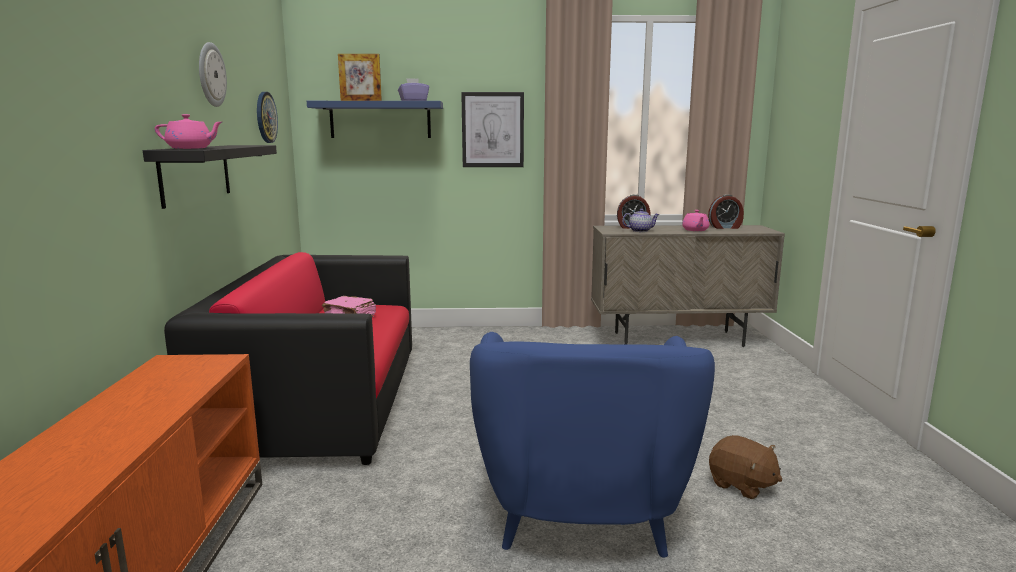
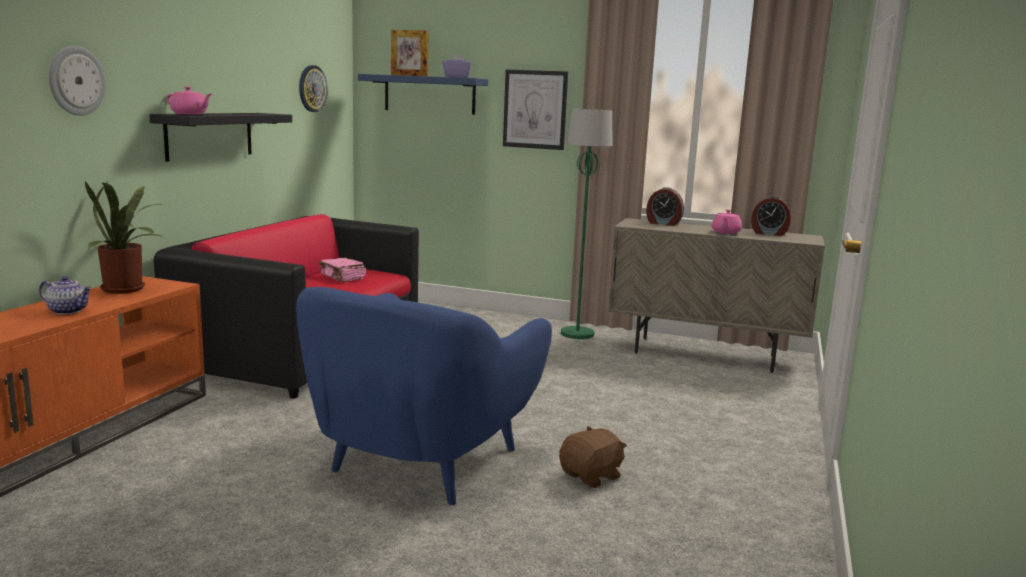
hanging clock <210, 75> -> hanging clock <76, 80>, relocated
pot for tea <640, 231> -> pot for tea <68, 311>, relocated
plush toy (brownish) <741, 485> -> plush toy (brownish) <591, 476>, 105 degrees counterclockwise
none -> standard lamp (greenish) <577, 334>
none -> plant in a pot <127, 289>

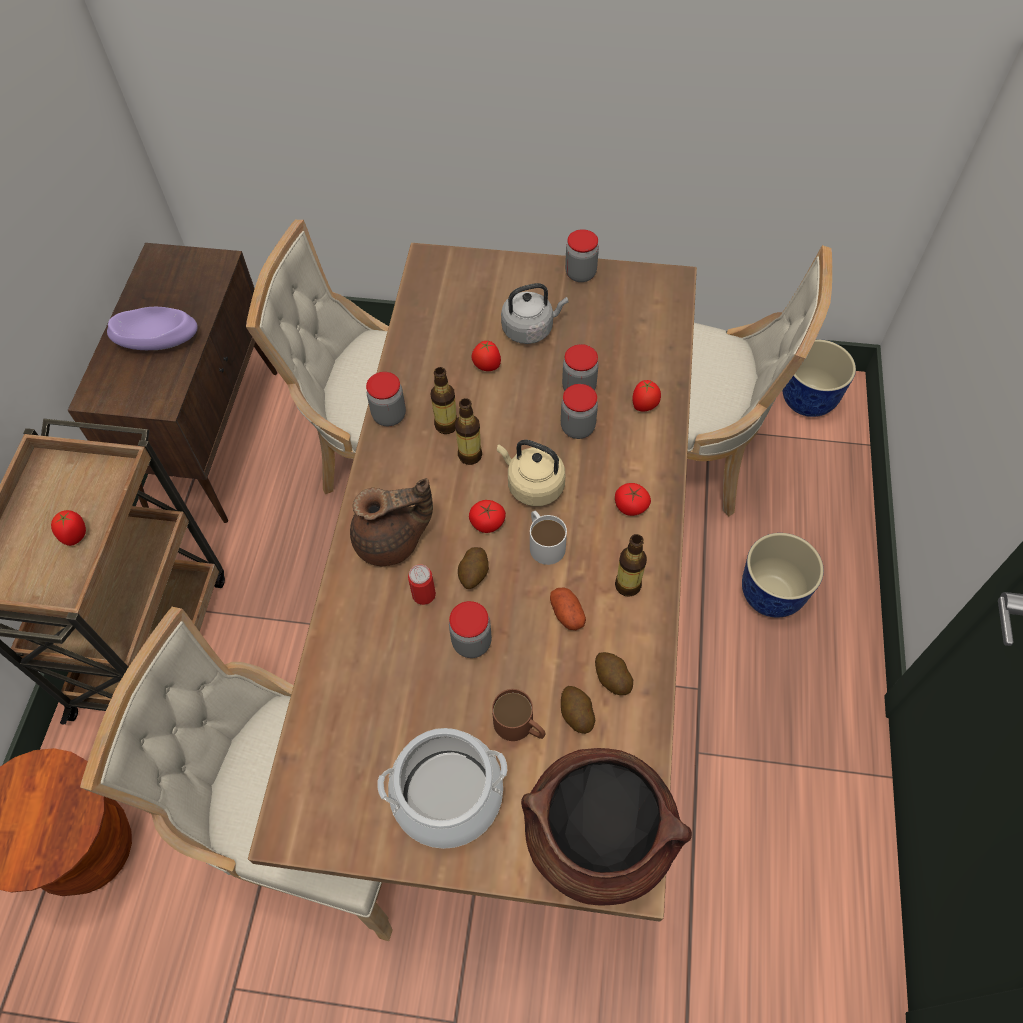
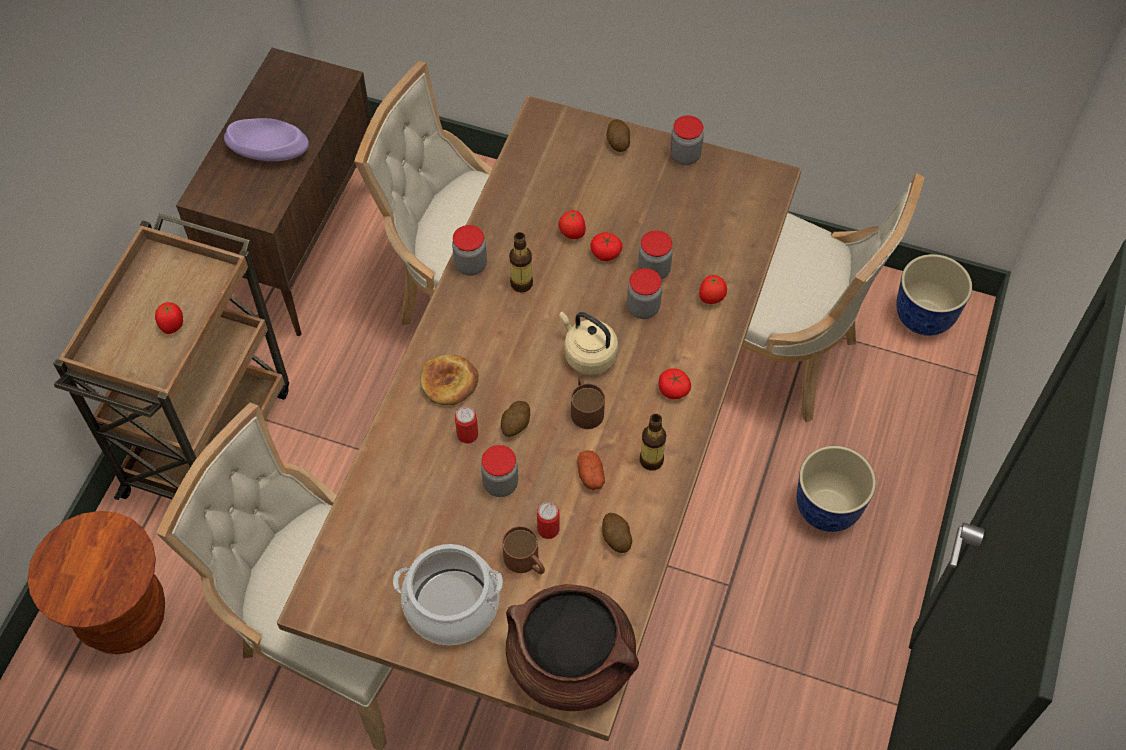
tea kettle (gray) <530, 329> -> none
drink bottle <470, 455> -> none
pot for tea (brownish) <391, 541> -> bakery bread <449, 382>
fresh tomato <487, 522> -> fresh tomato <605, 253>, relocated
tea mug (white) <544, 542> -> tea mug (brownish) <585, 408>
spud <576, 714> -> spud <618, 142>, relocated
none -> metal can <548, 529>

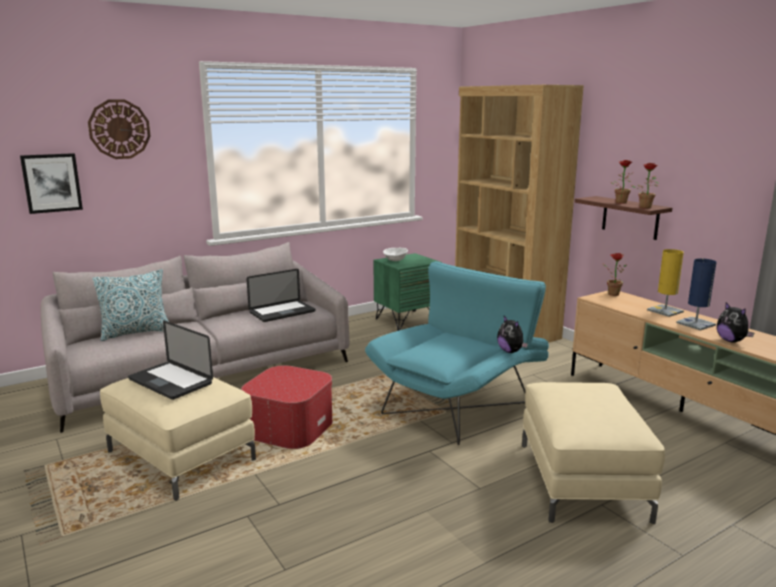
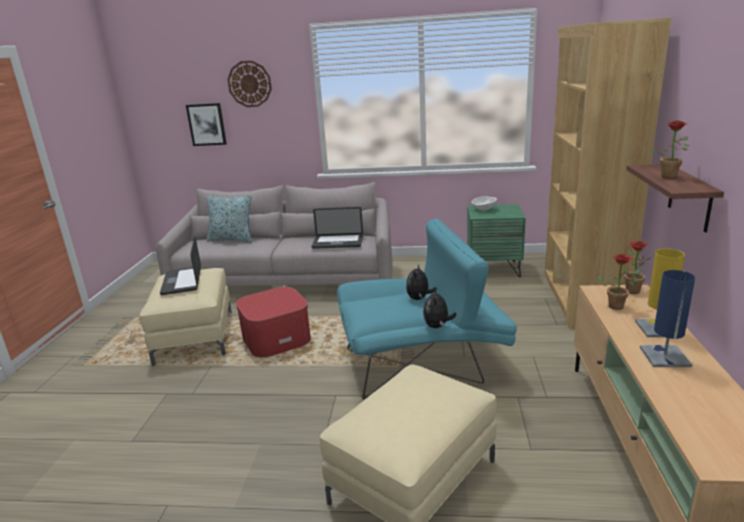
plant in a pot <645, 207> -> plant in a pot <618, 305>, relocated
plush toy <731, 341> -> plush toy <419, 298>, relocated

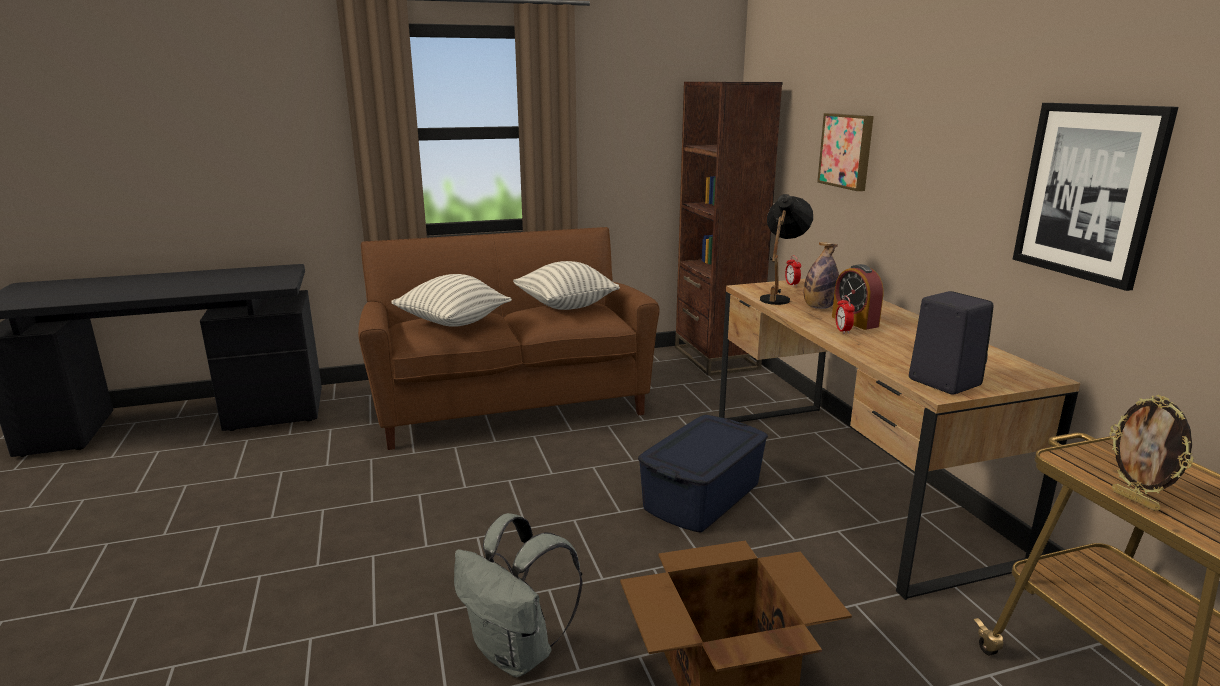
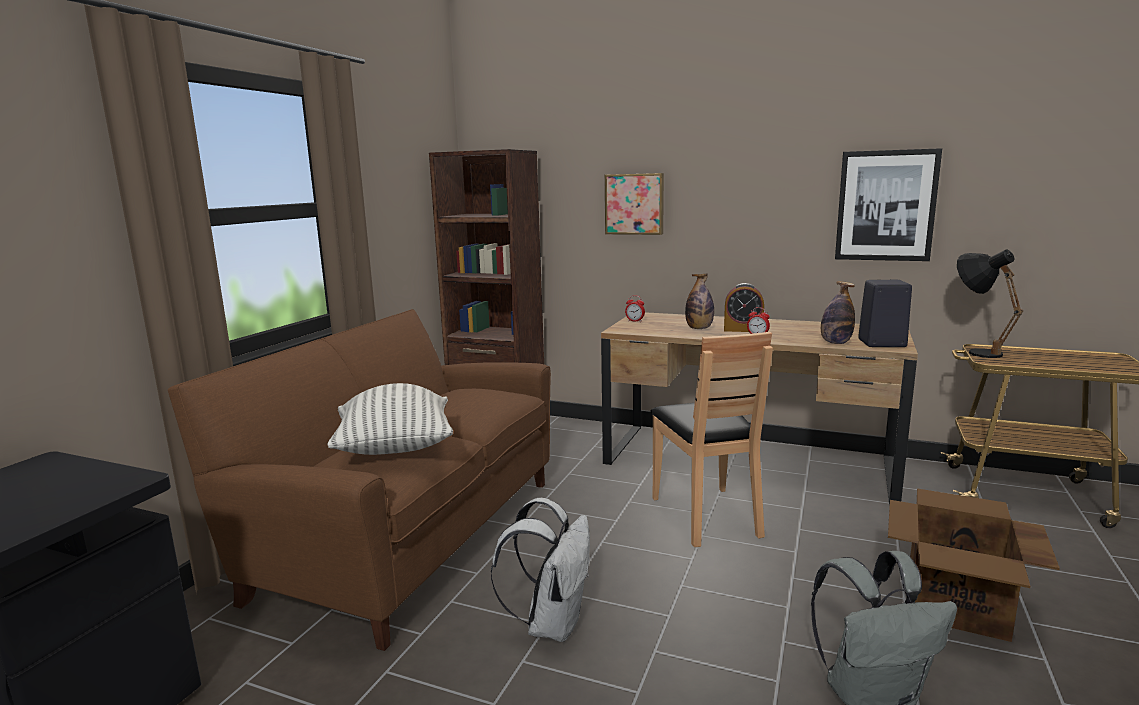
table lamp (black) <779, 297> -> table lamp (black) <976, 351>, relocated
throw pillow <566, 305> -> none
picture frame <1135, 500> -> none
storage container (blue-coloured) <701, 495> -> plain chair (brownish) <706, 515>
none -> drink bottle <835, 343>
none -> knapsack (white) <552, 623>

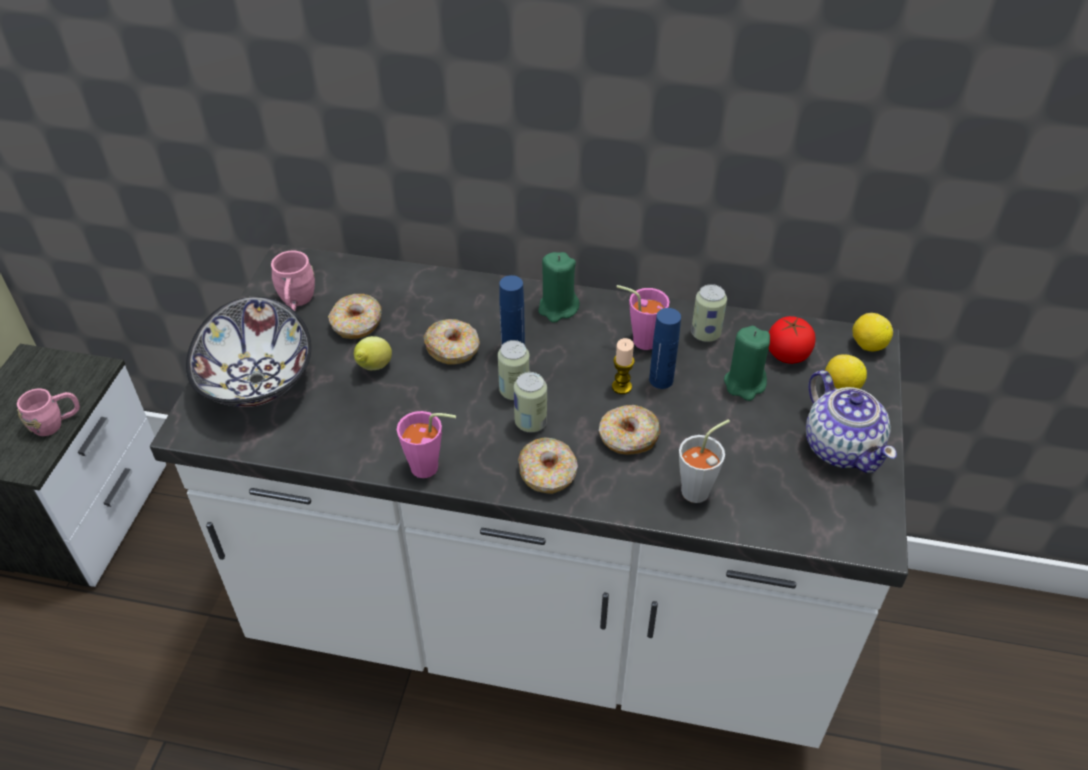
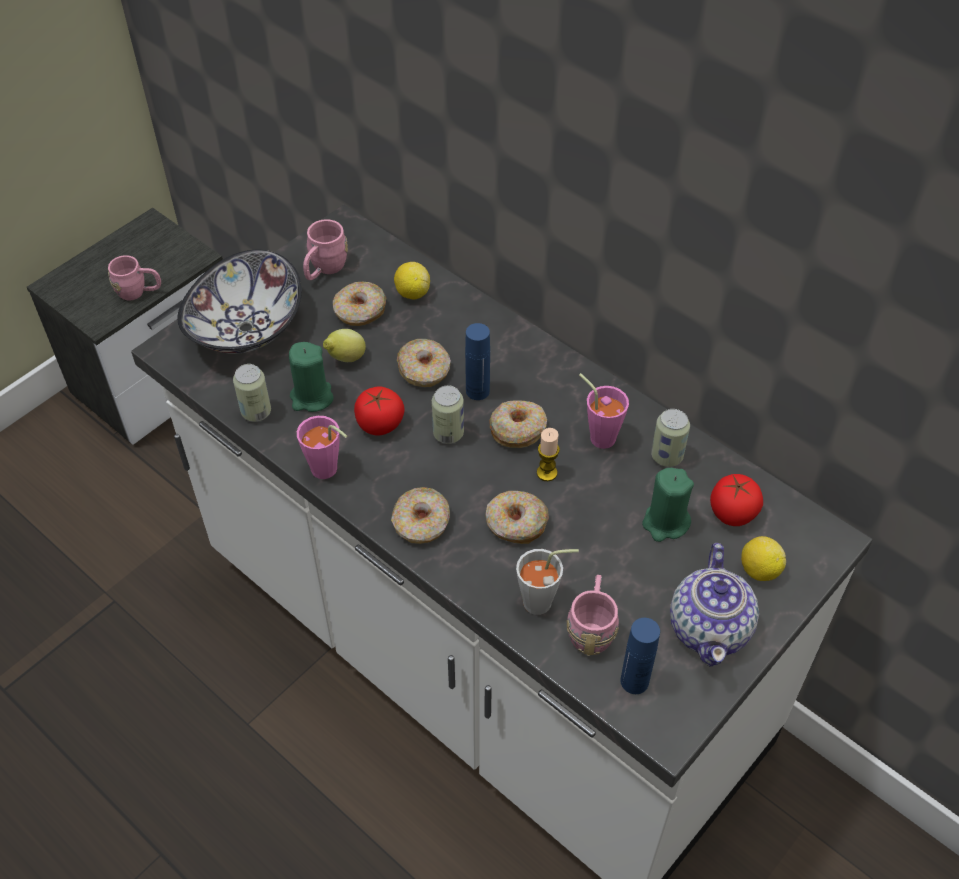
candle (greenish) <558, 308> -> candle (greenish) <311, 397>, relocated
drink bottle (blue-coloured) <661, 380> -> drink bottle (blue-coloured) <634, 681>, relocated
whole lemon <867, 345> -> whole lemon <412, 293>, relocated
metal can <530, 423> -> metal can <256, 412>, relocated
none -> fresh tomato <380, 424>
none -> ring doughnut <517, 429>
none -> tea mug (pink-coloured) <591, 627>

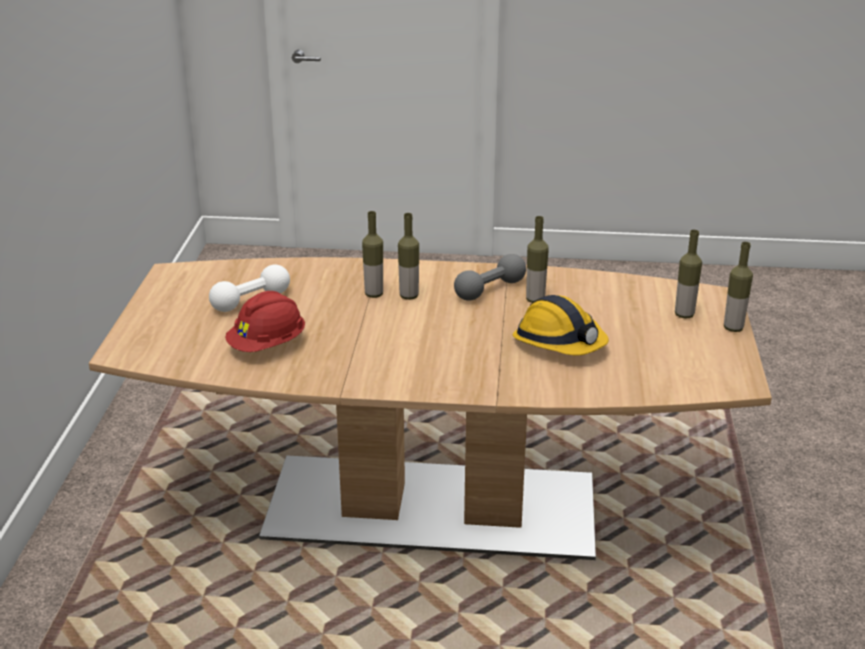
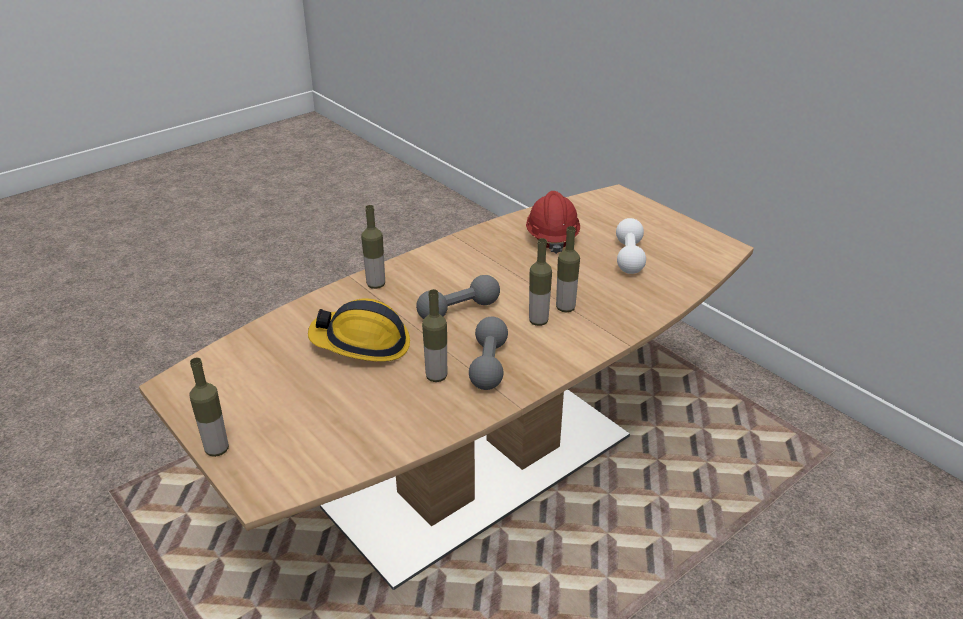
drink bottle <684, 315> -> drink bottle <376, 285>, relocated
none -> dumbbell (gray) <459, 310>

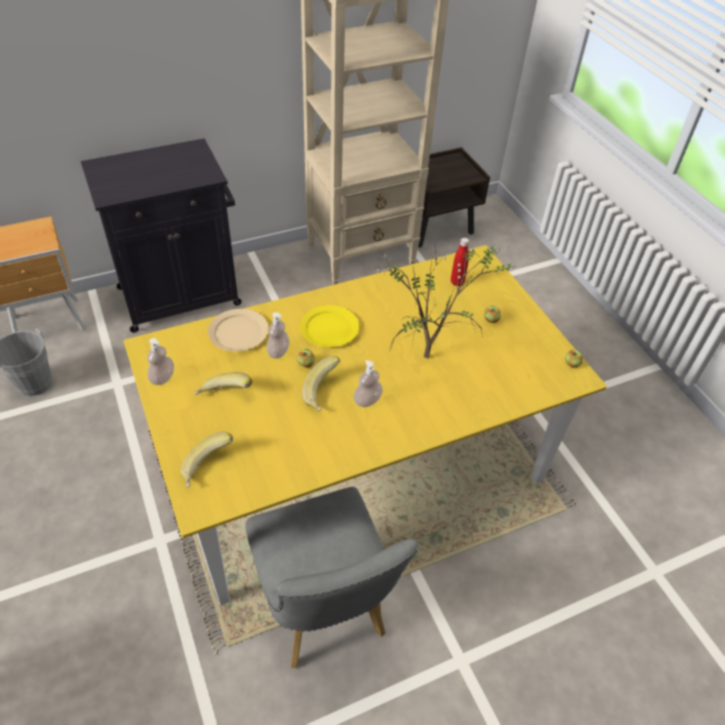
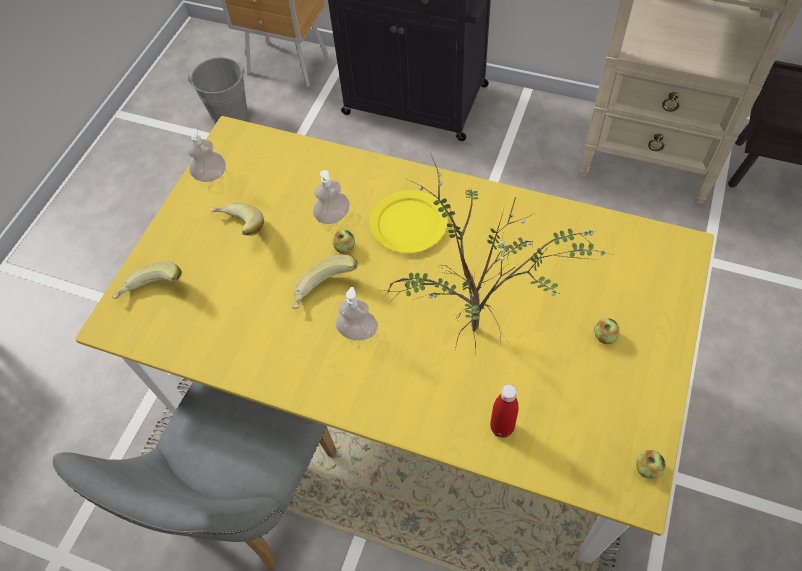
drink bottle (red) <457, 282> -> drink bottle (red) <502, 427>, relocated
plate (beige) <238, 332> -> none

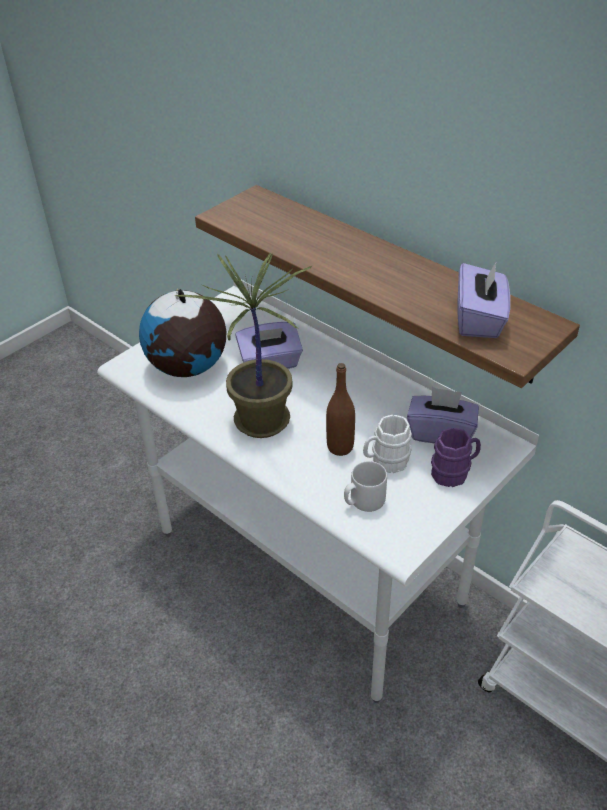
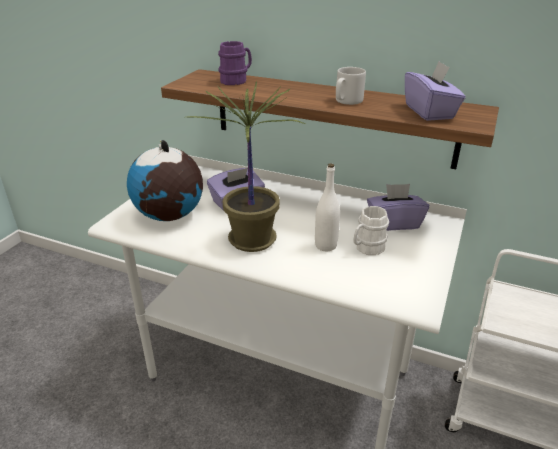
drink bottle (brownish) <340, 447> -> drink bottle (white) <326, 245>
tea mug (purplish) <454, 472> -> tea mug (purplish) <237, 80>, relocated
tea mug (gray) <363, 501> -> tea mug (gray) <347, 101>, relocated

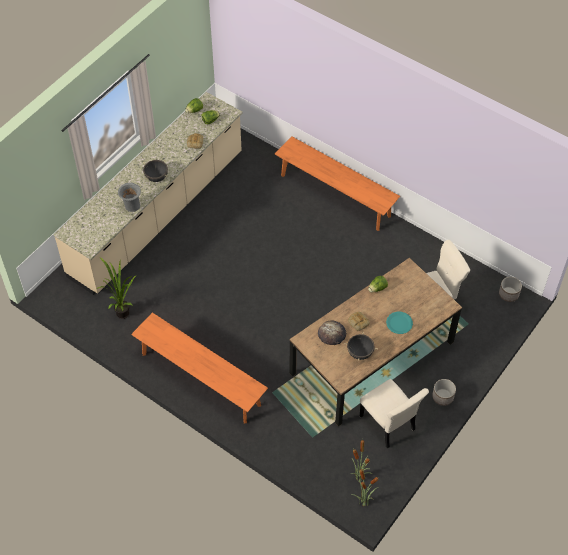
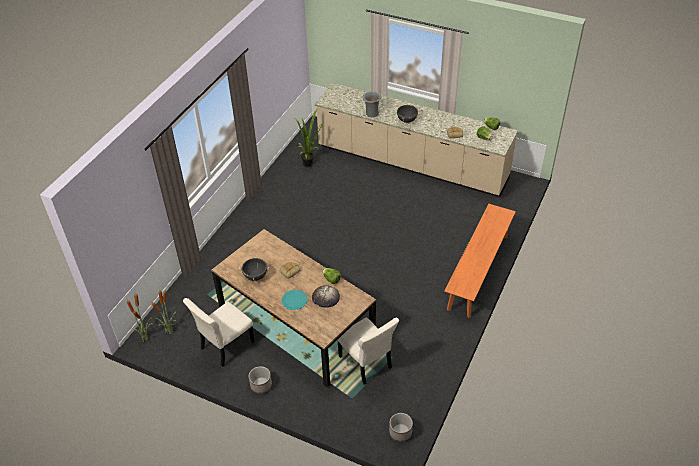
bench (orange-coloured) <200, 379> -> none
bakery bread <332, 334> -> bakery bread <325, 298>, relocated

